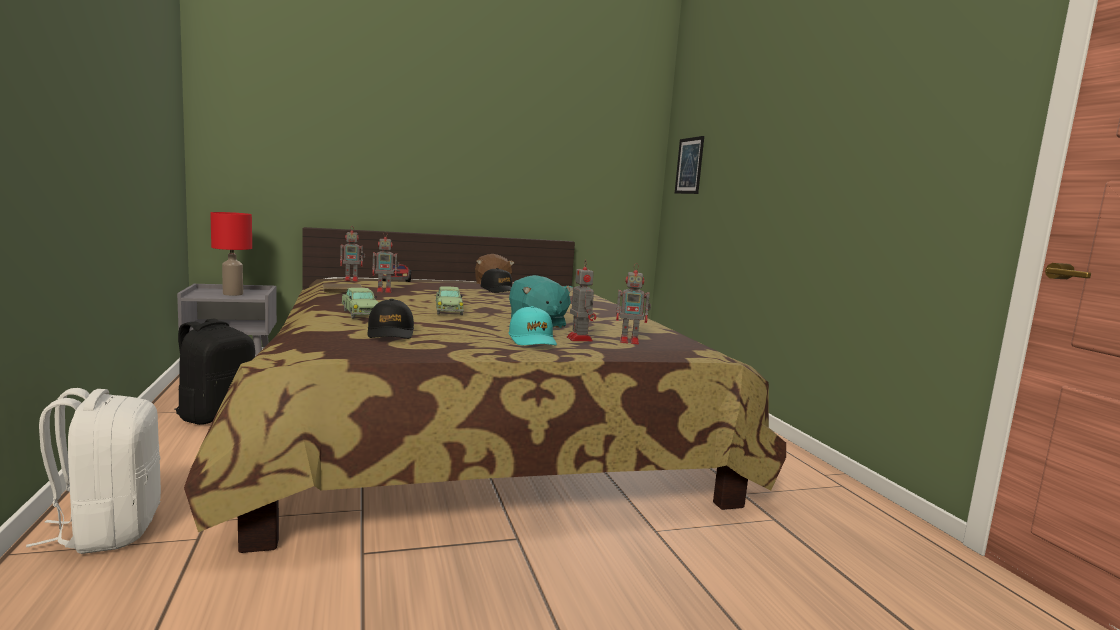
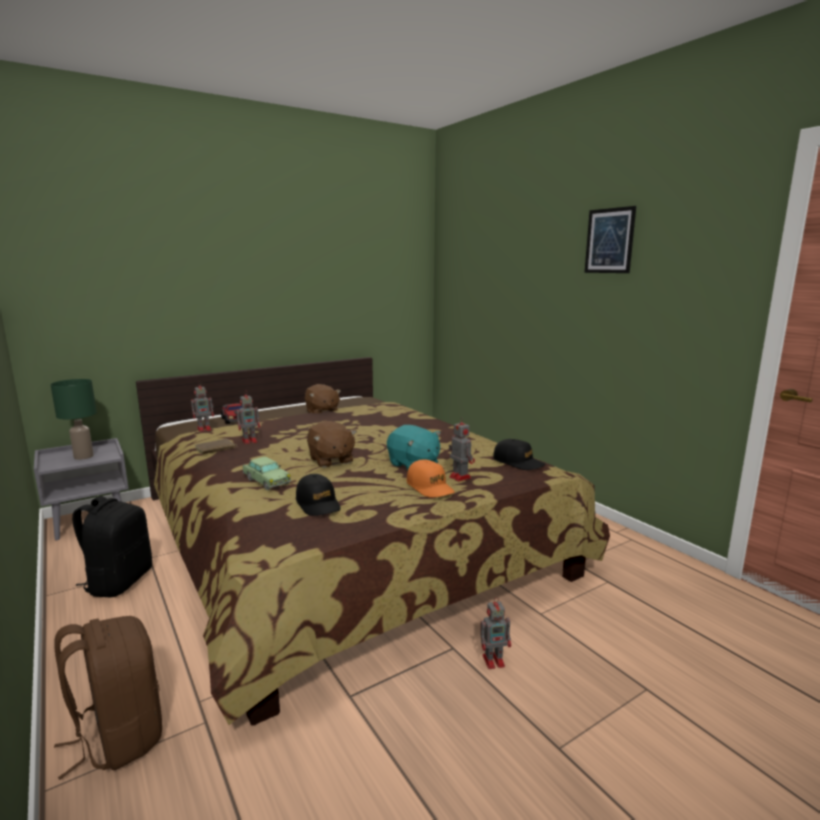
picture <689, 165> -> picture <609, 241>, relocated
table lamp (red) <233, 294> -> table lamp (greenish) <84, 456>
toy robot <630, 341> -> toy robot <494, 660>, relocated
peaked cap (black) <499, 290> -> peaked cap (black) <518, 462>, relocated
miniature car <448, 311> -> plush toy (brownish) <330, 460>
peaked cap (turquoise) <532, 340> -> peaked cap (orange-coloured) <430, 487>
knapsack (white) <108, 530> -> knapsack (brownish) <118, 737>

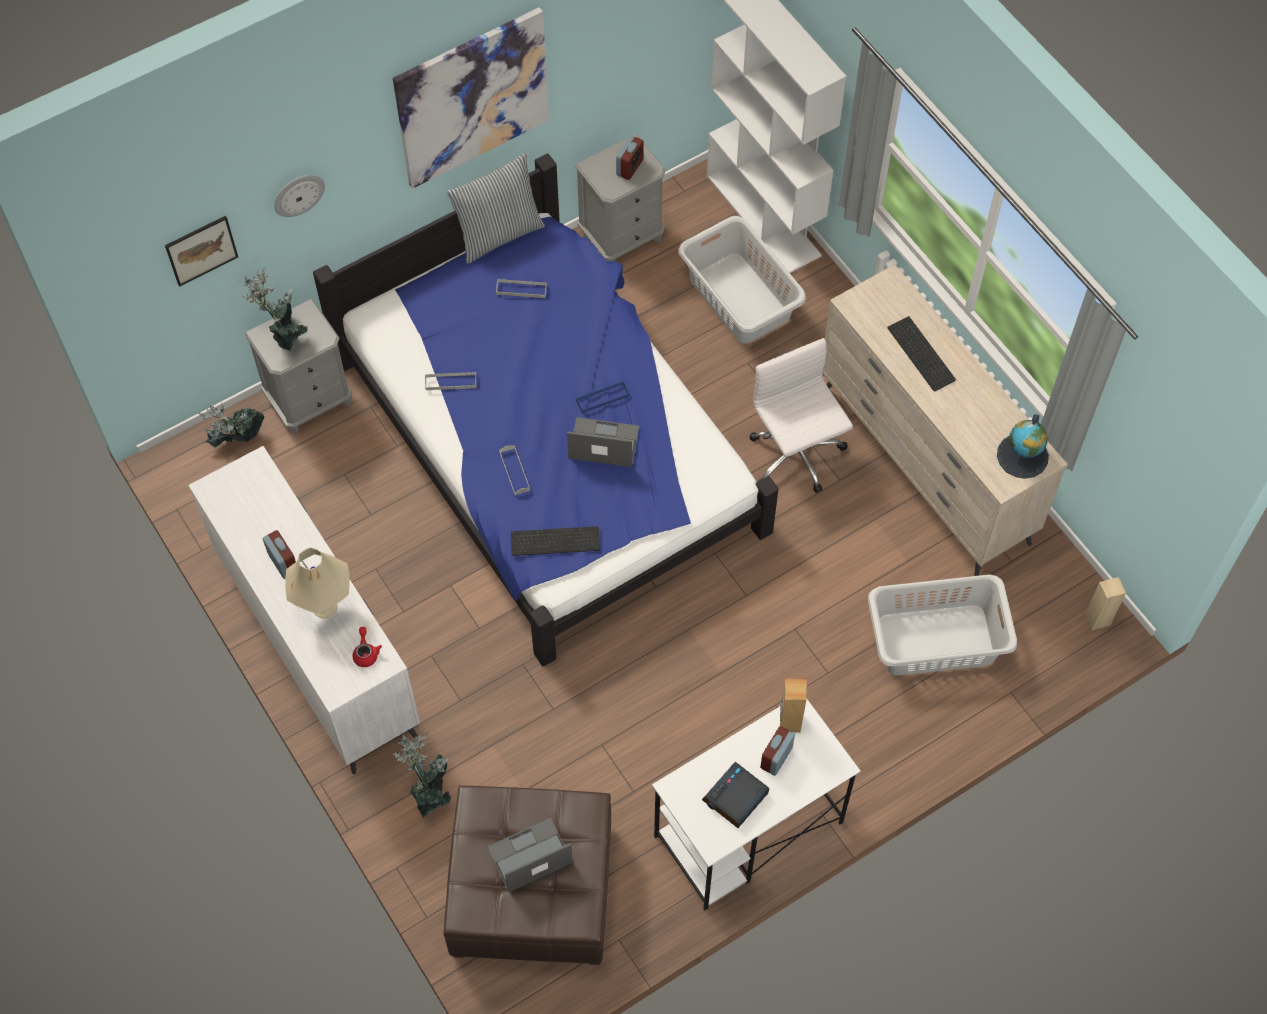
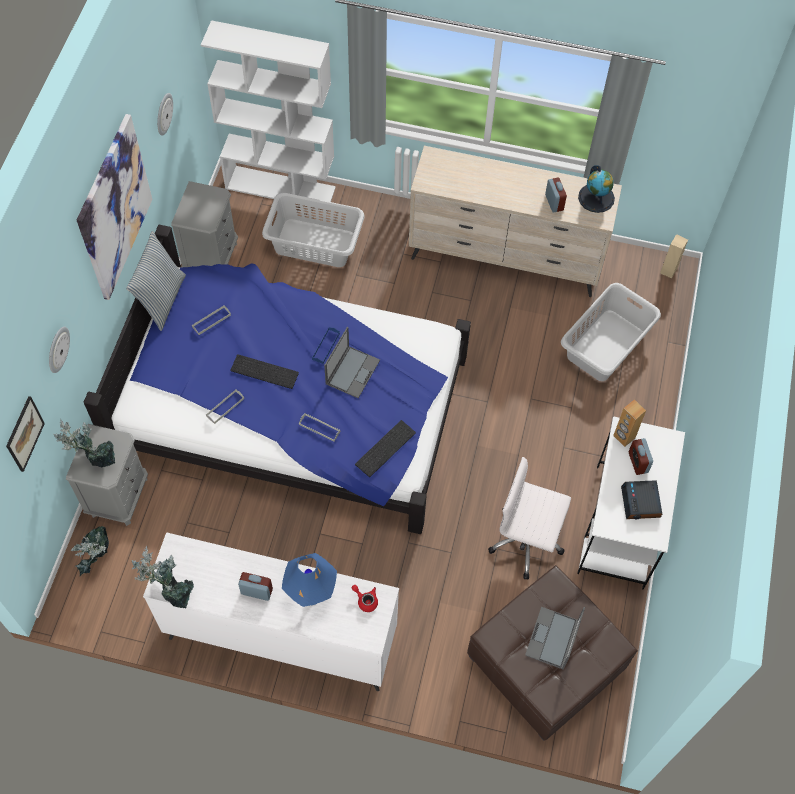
bedside clock <629, 167> -> bedside clock <554, 202>, relocated
PC keyboard <923, 354> -> PC keyboard <265, 371>, relocated
office chair (white) <796, 457> -> office chair (white) <527, 541>, relocated
portable computer <602, 443> -> portable computer <353, 371>, 150 degrees clockwise
table lamp (beige) <324, 606> -> table lamp (blue-coloured) <311, 595>
plant in a pot <430, 791> -> plant in a pot <171, 590>, relocated
none -> hanging clock <163, 113>

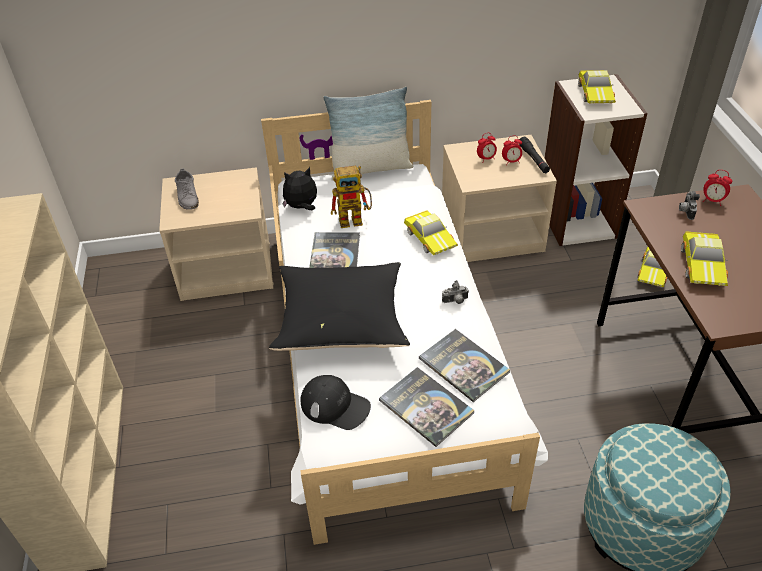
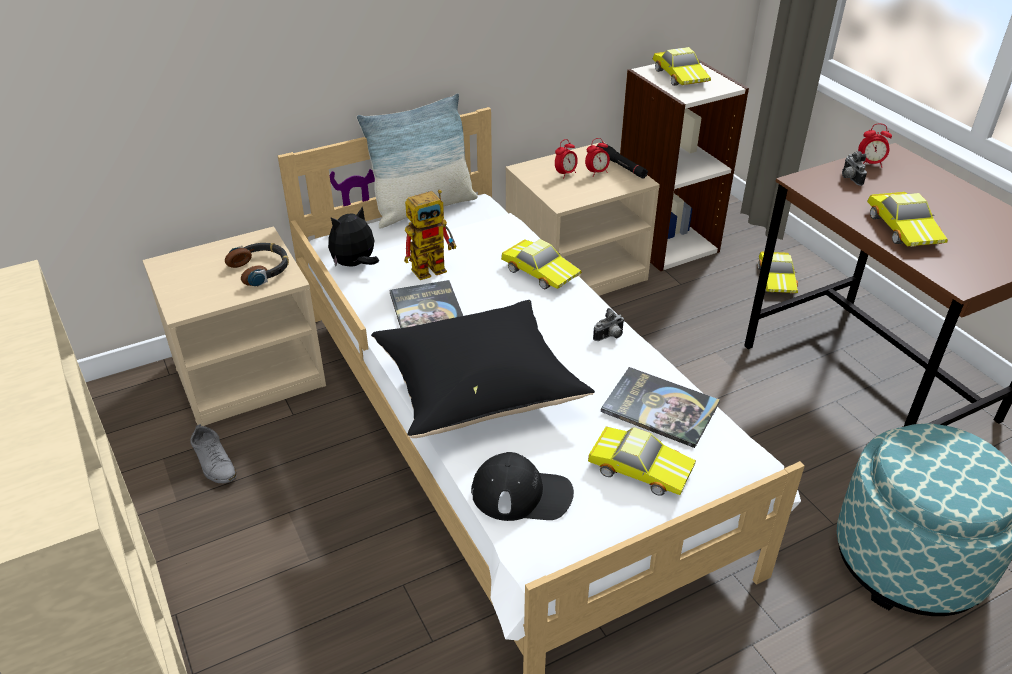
shoe (gray) <188, 196> -> shoe (gray) <214, 462>, relocated
volume <426, 407> -> miniature car <640, 467>
none -> pair of headphones <261, 269>

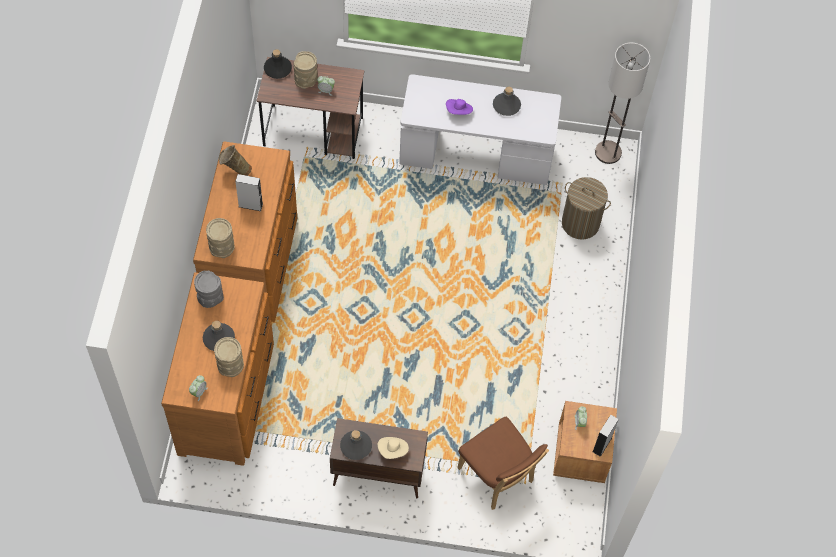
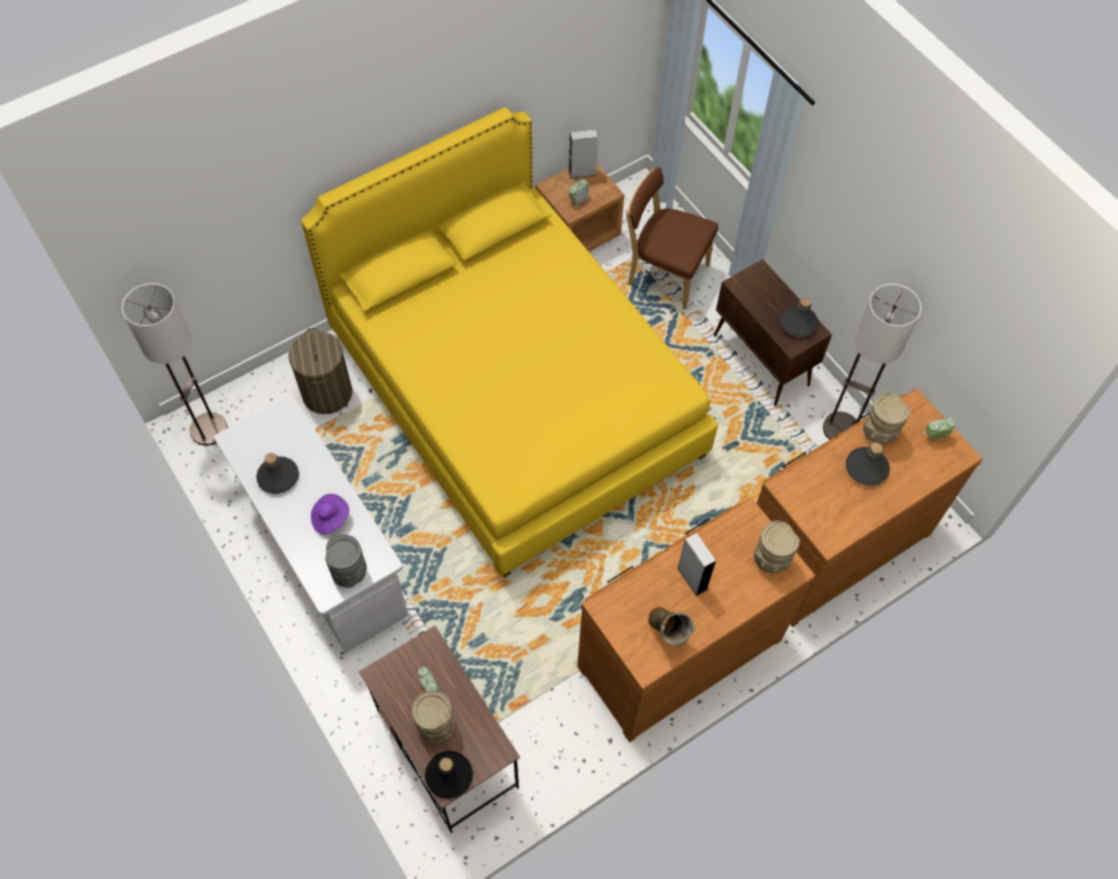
vase (gray) <210, 299> -> vase (gray) <350, 572>, relocated
plain chair (brownish) <497, 477> -> plain chair (brownish) <664, 273>, 75 degrees counterclockwise
clothing hat (beige) <393, 450> -> none
none -> sleeping bed (yellow-coloured) <514, 393>
none -> standard lamp <841, 428>

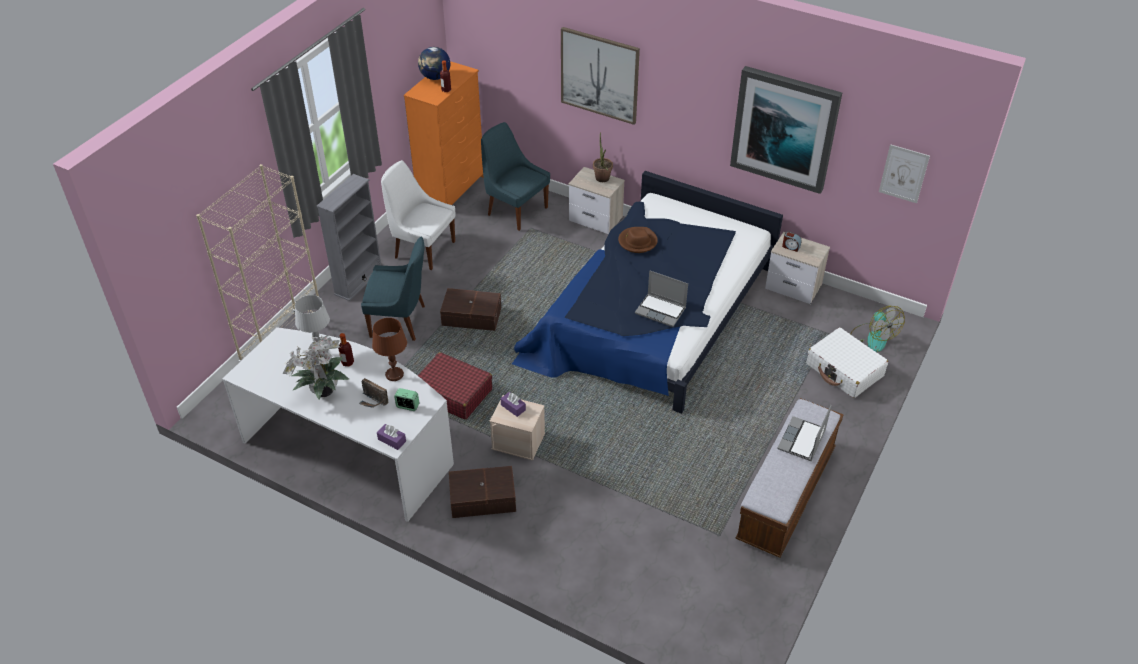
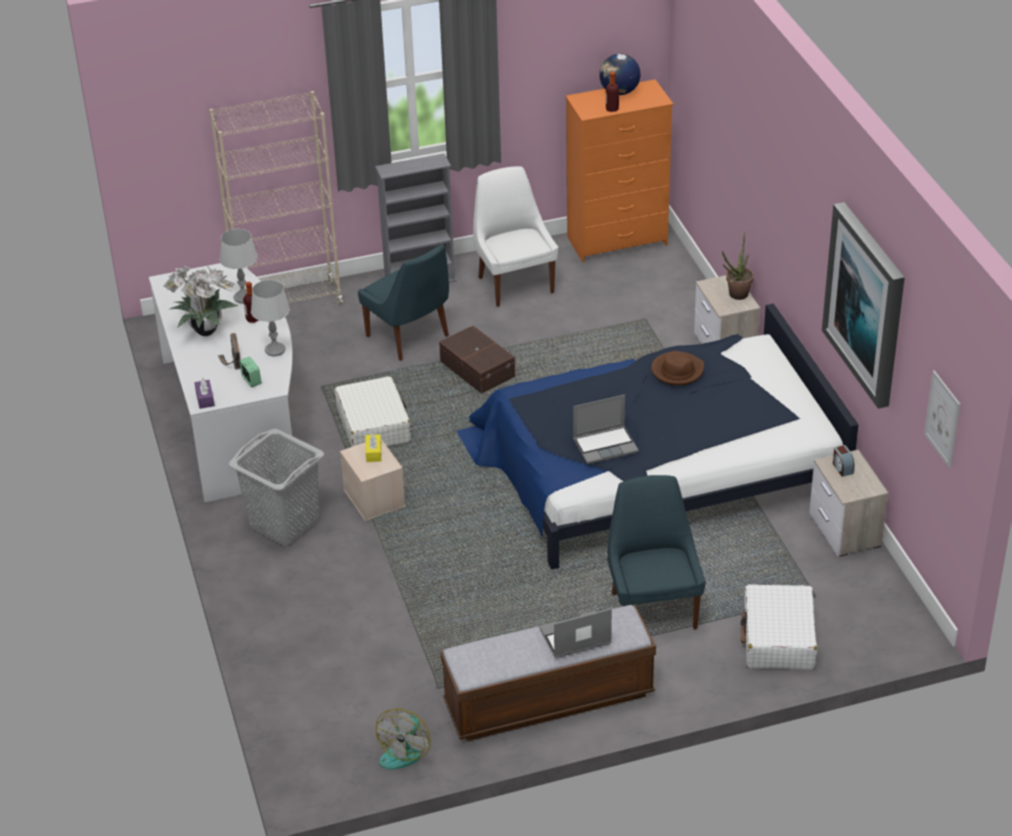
picture <599, 75> -> none
plain chair (blue-coloured) <515, 210> -> plain chair (blue-coloured) <653, 608>, relocated
portable computer <661, 311> -> portable computer <606, 445>, 90 degrees counterclockwise
fan <872, 337> -> fan <405, 750>, relocated
table lamp (brownish) <394, 374> -> table lamp (gray) <275, 350>
piece of luggage (red) <453, 393> -> piece of luggage (white) <373, 424>
tissue holder (purplish) <513, 407> -> tissue holder (yellow-coloured) <373, 452>
storage container (brownish) <482, 498> -> hamper (gray) <284, 523>

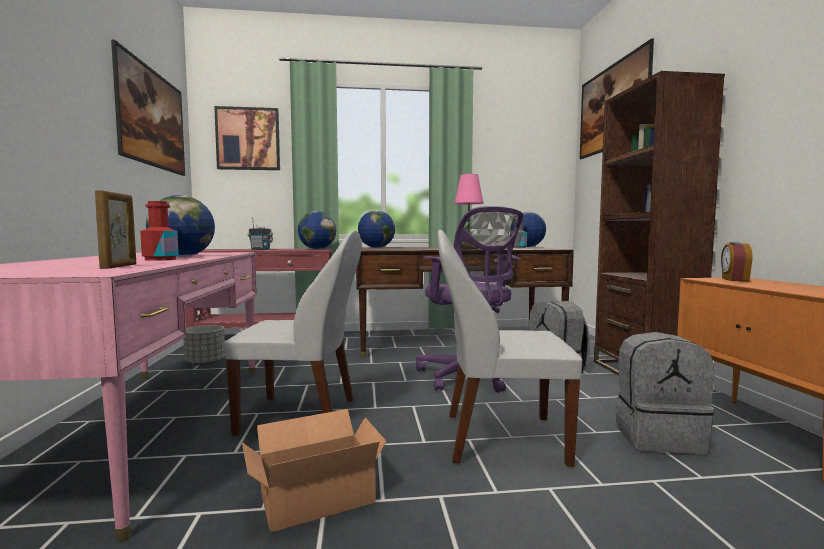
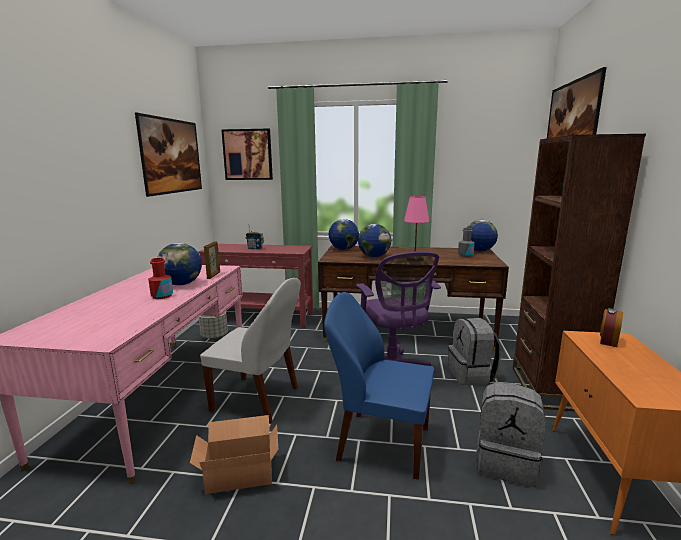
picture frame <119, 266> -> picture frame <214, 275>, relocated
world globe <317, 249> -> world globe <374, 256>, relocated
plain chair (white) <499, 438> -> plain chair (blue-coloured) <381, 442>

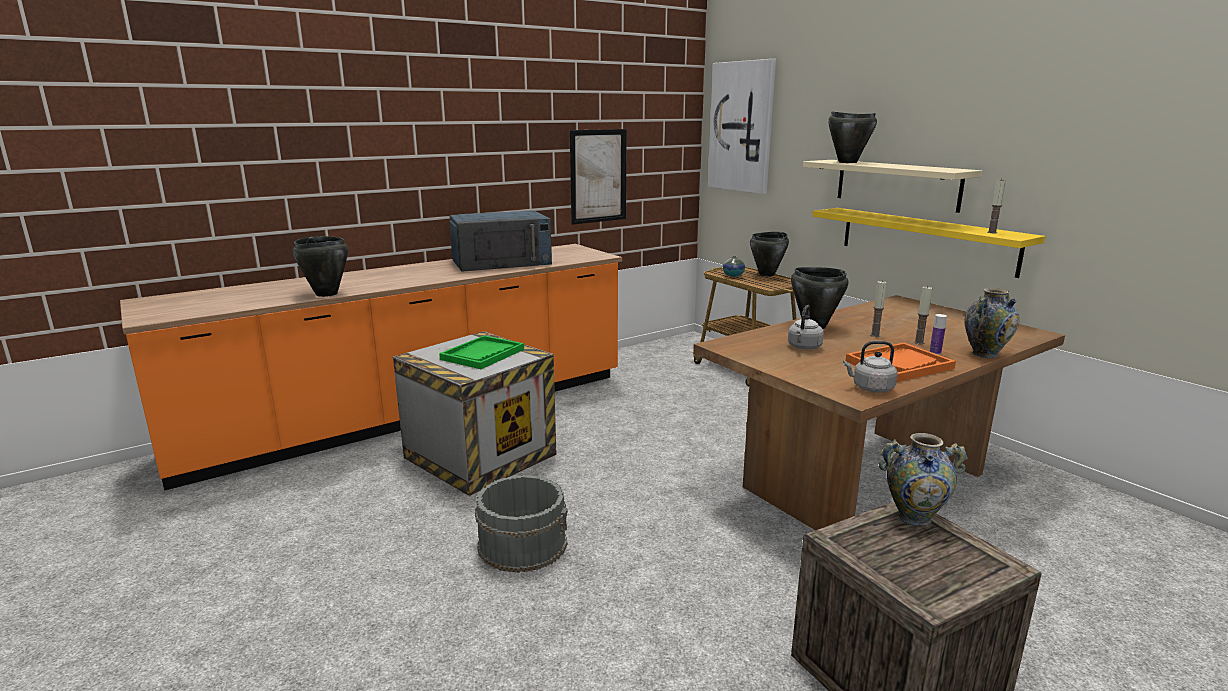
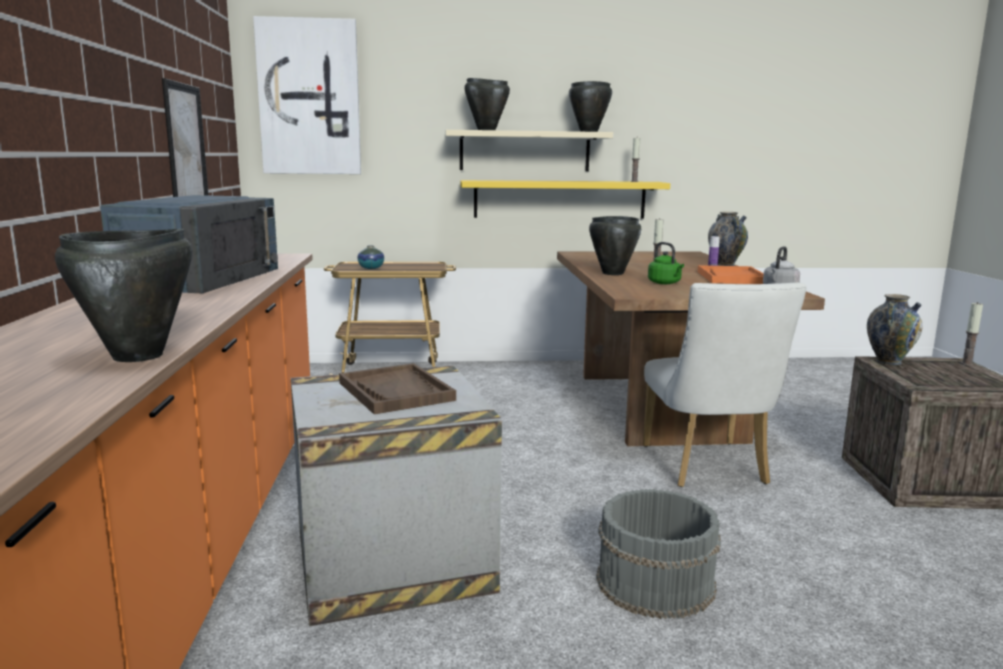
stockpot (black) <767, 274> -> stockpot (black) <589, 132>, relocated
candle <919, 342> -> candle <967, 363>, relocated
tea kettle (gray) <803, 347> -> tea kettle (greenish) <665, 283>
serving tray (greenish) <482, 354> -> serving tray (brownish) <396, 391>
none -> plain chair (white) <708, 468>

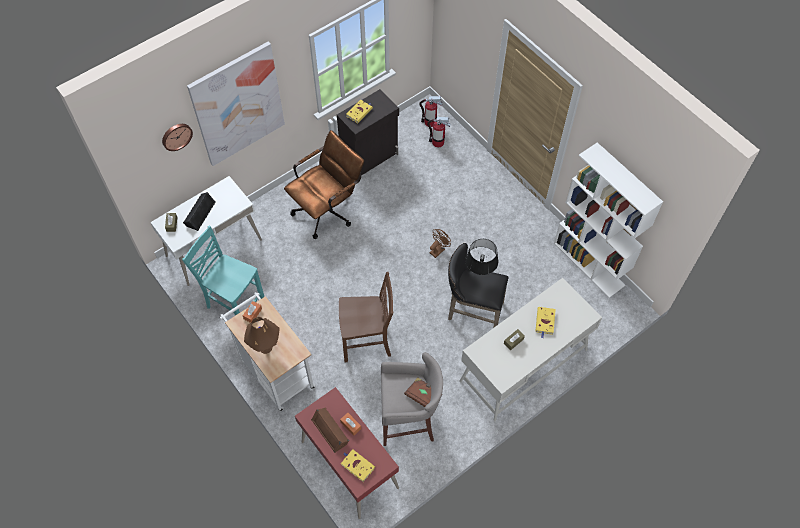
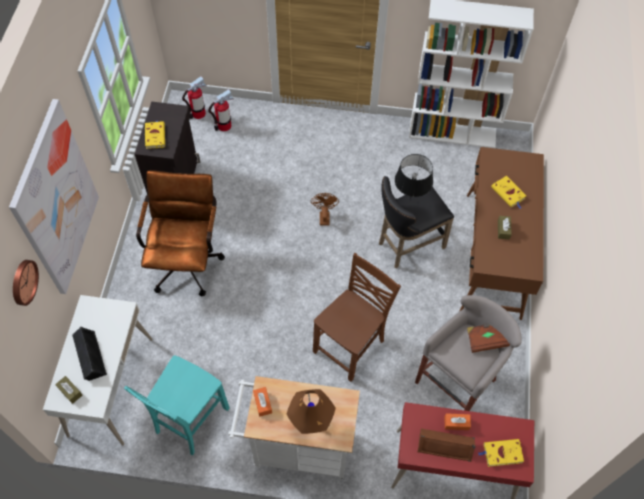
plain chair (turquoise) <234, 303> -> plain chair (turquoise) <190, 420>, 45 degrees counterclockwise
desk unit (white) <523, 365> -> desk unit (brownish) <492, 254>

